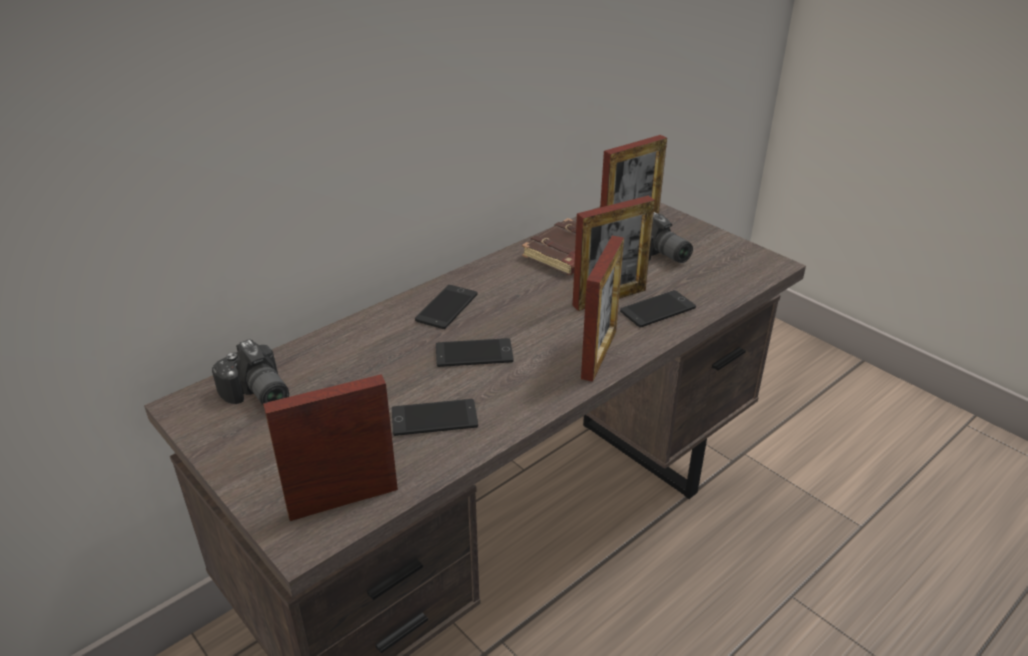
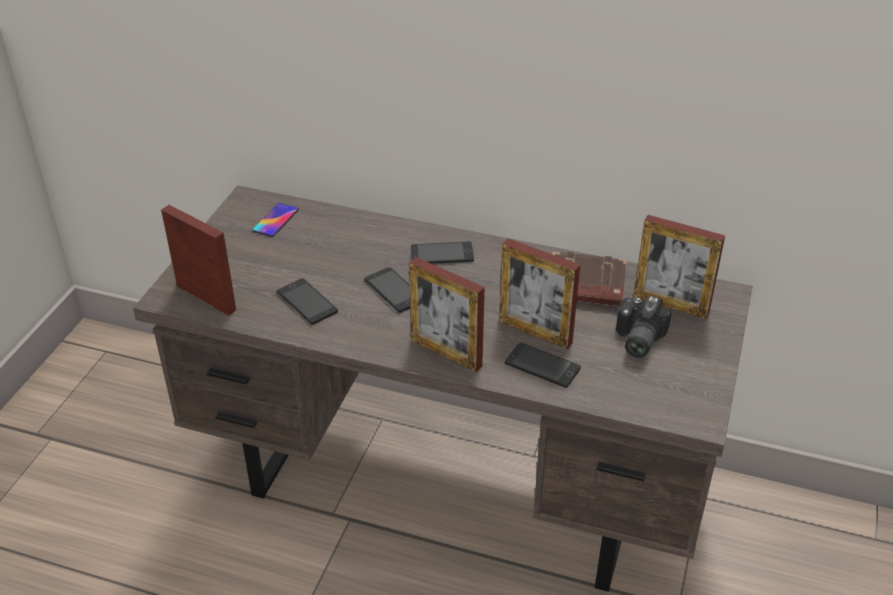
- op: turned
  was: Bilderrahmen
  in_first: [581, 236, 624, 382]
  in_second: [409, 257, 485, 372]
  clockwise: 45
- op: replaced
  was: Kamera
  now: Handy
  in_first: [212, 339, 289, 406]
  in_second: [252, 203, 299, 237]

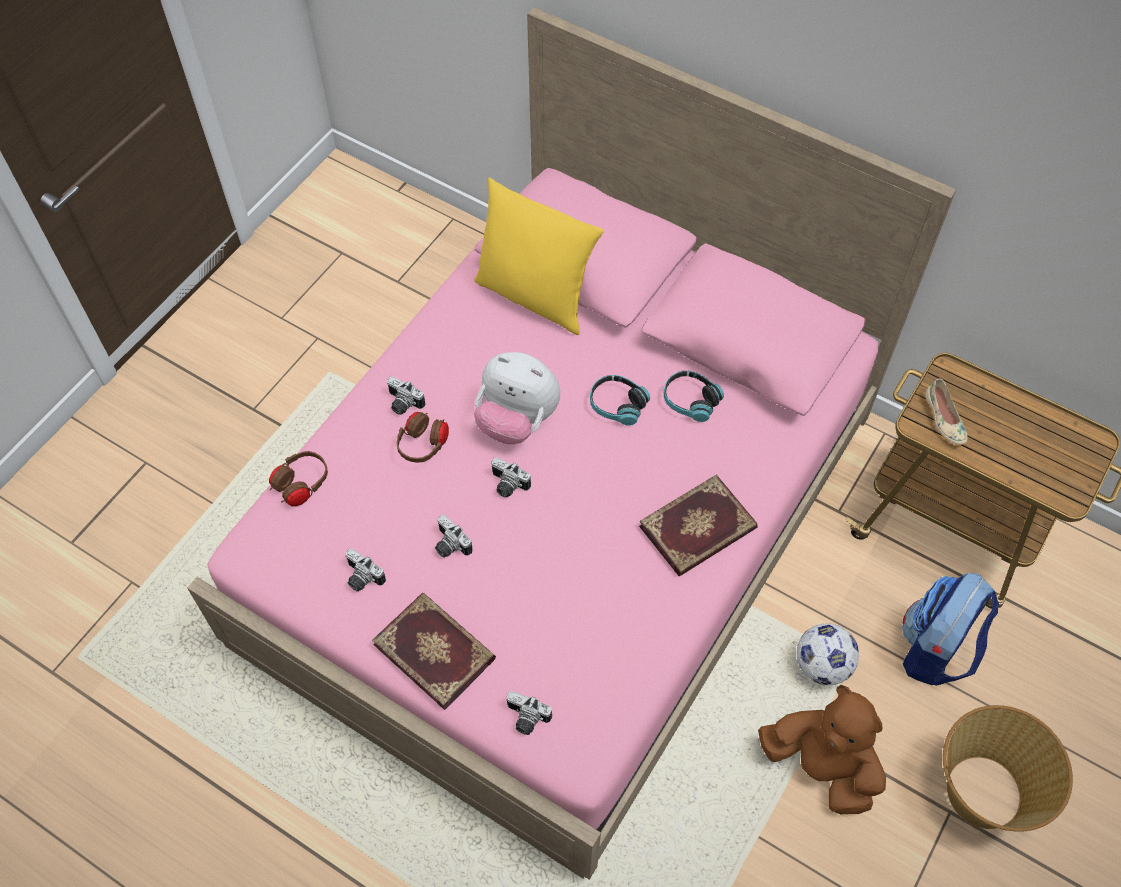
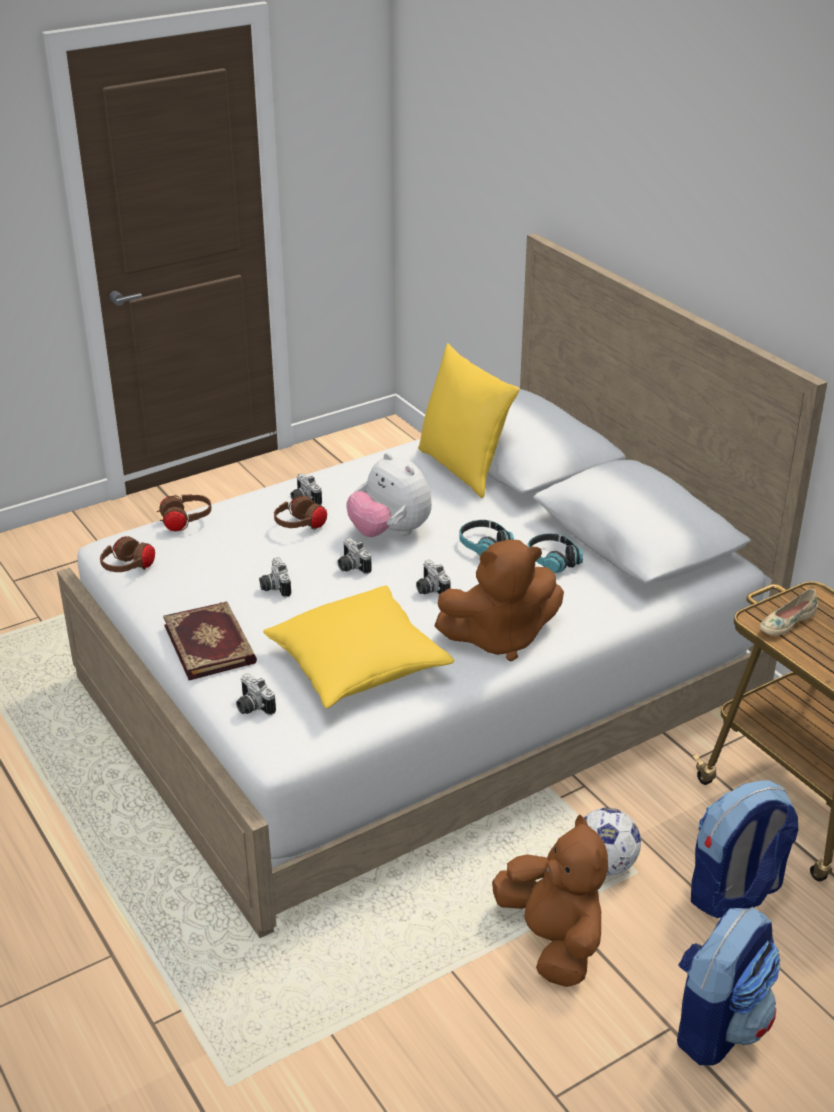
- op: recoloured
  was: Bett (rosa)
  now: Bett (weiß)
  in_first: [187, 7, 956, 880]
  in_second: [57, 233, 827, 938]
- op: turned
  was: Schuh (beige)
  in_first: [925, 379, 967, 445]
  in_second: [760, 589, 818, 636]
  clockwise: 45
- op: replaced
  was: Buch
  now: Plüschtier (braun)
  in_first: [639, 474, 758, 577]
  in_second: [434, 540, 564, 662]
- op: moved
  was: Kamera
  in_first: [345, 548, 386, 592]
  in_second: [416, 560, 451, 594]
- op: replaced
  was: Korb
  now: Rucksack
  in_first: [943, 705, 1073, 832]
  in_second: [677, 907, 780, 1066]
- op: added
  now: Kopfhörer (braun)
  in_second: [100, 536, 155, 572]
- op: added
  now: Kissen (gelb)
  in_second: [263, 586, 455, 708]

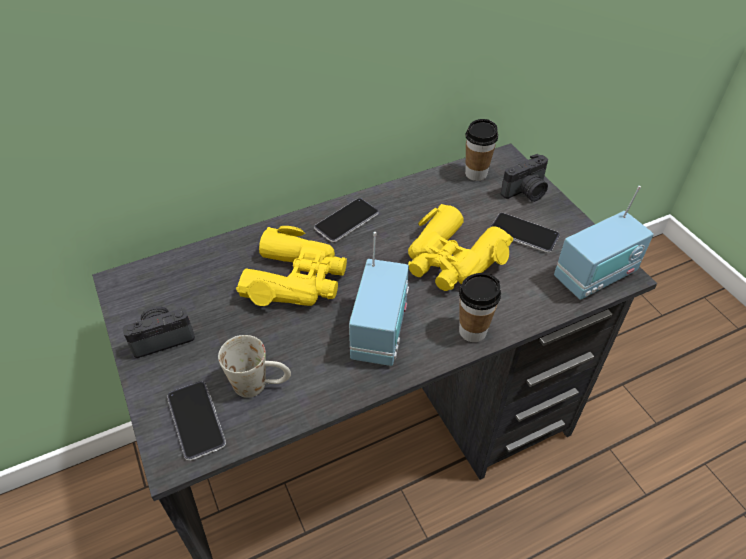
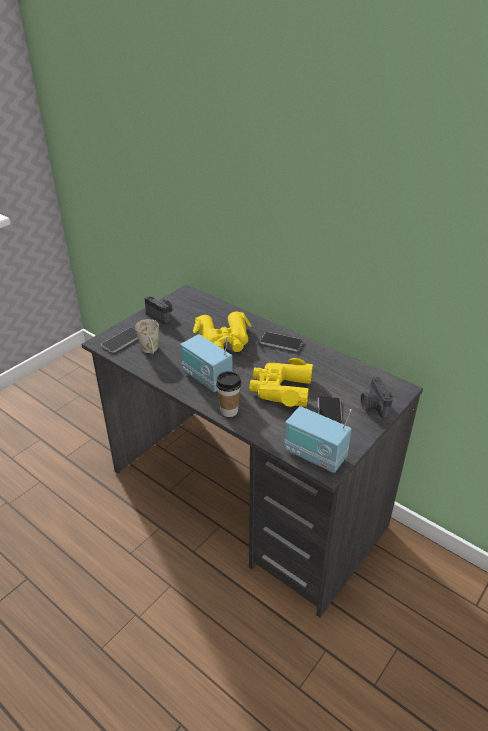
- op: removed
  was: Tasse
  in_first: [465, 119, 498, 181]
- op: turned
  was: Kamera
  in_first: [501, 154, 548, 202]
  in_second: [361, 377, 393, 419]
  clockwise: 45
- op: turned
  was: Radio
  in_first: [349, 232, 409, 366]
  in_second: [180, 334, 233, 392]
  clockwise: 60

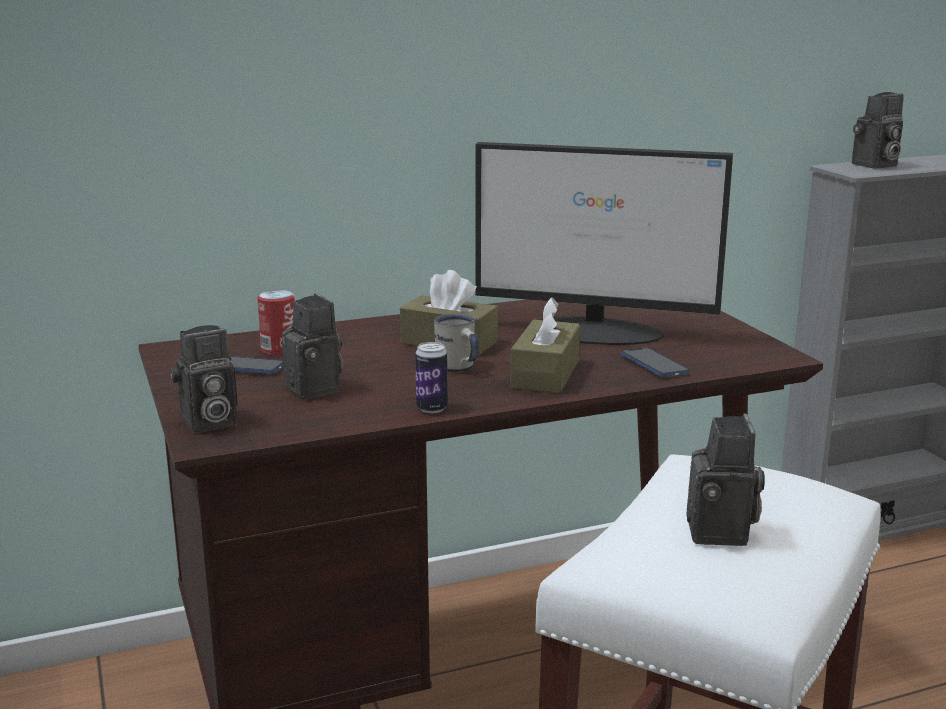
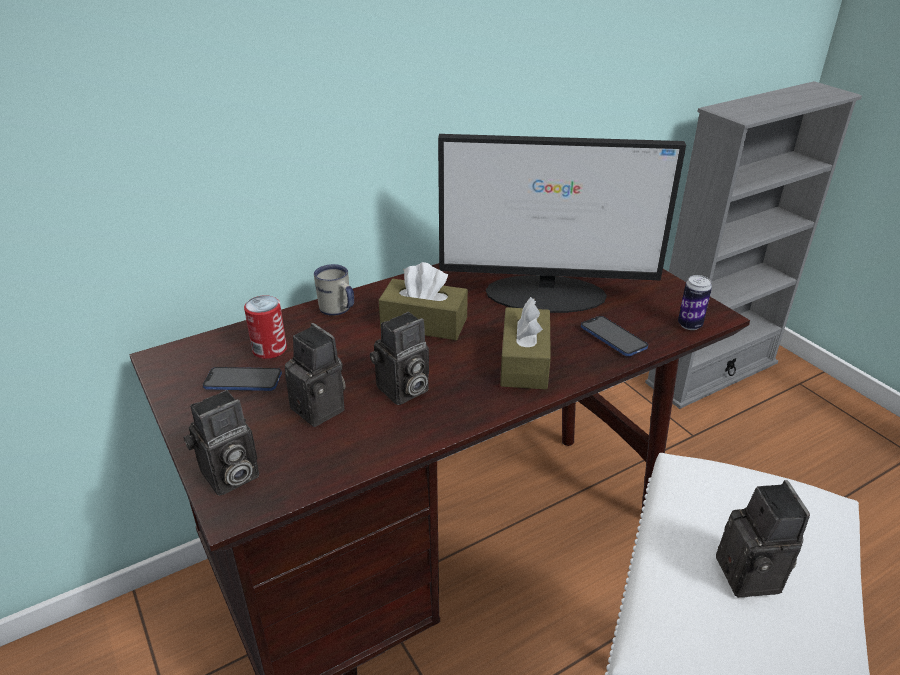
- op: moved
  was: Kamera
  in_first: [852, 92, 904, 169]
  in_second: [370, 312, 429, 405]
- op: moved
  was: Henkelbecher (weiß)
  in_first: [434, 314, 479, 372]
  in_second: [314, 264, 354, 316]
- op: moved
  was: Dose
  in_first: [415, 342, 448, 413]
  in_second: [678, 275, 712, 330]

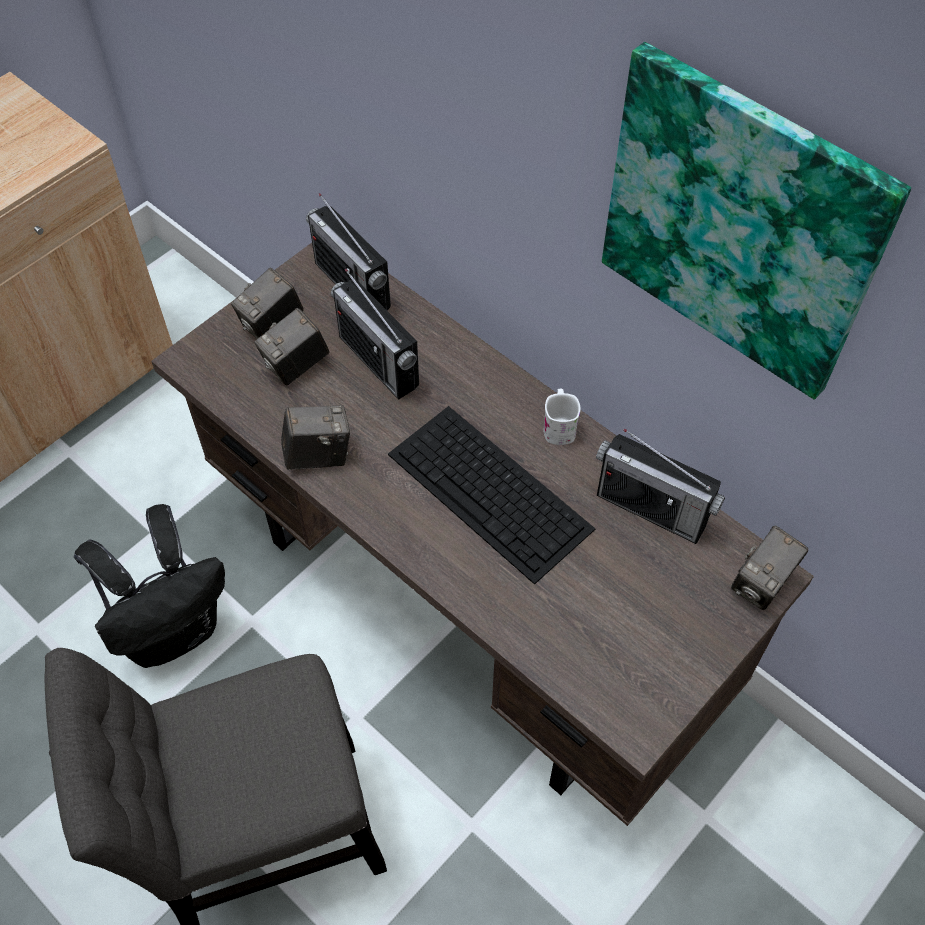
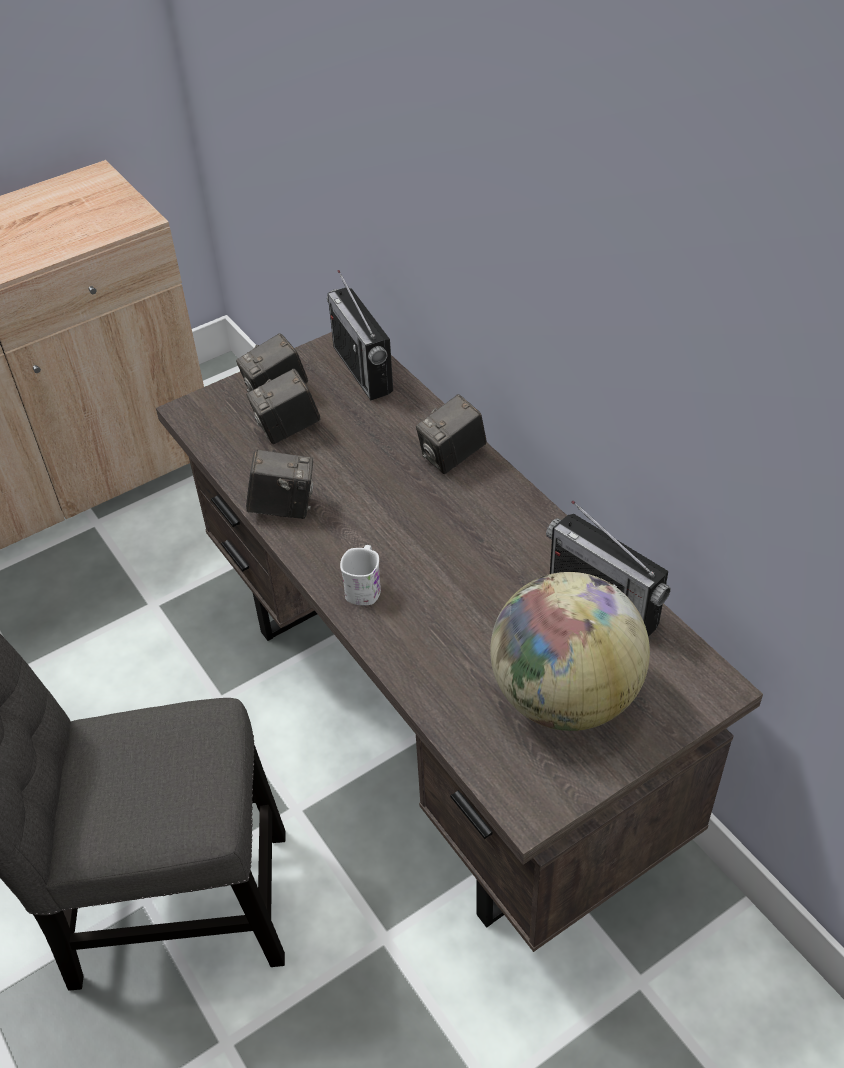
- op: removed
  was: Bild
  in_first: [602, 42, 911, 400]
- op: removed
  was: Radio
  in_first: [331, 269, 419, 400]
- op: moved
  was: Henkelbecher (weiß)
  in_first: [543, 389, 581, 445]
  in_second: [340, 545, 381, 606]
- op: removed
  was: Tastatur
  in_first: [388, 406, 596, 585]
- op: removed
  was: Rucksack (schwarz)
  in_first: [74, 504, 225, 668]
- op: moved
  was: Kamera
  in_first: [731, 526, 808, 610]
  in_second: [416, 394, 487, 474]
- op: added
  now: Globus
  in_second: [490, 572, 650, 731]

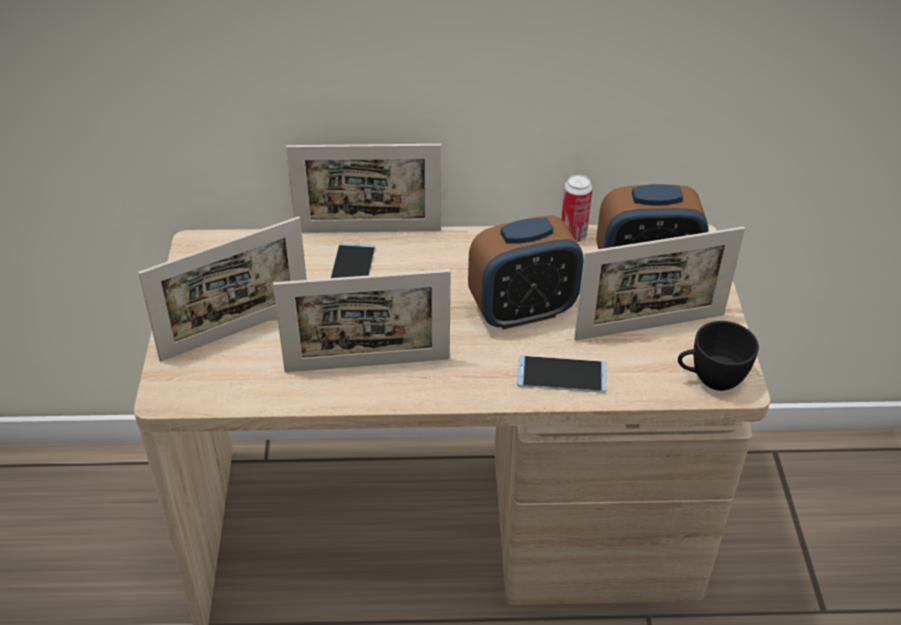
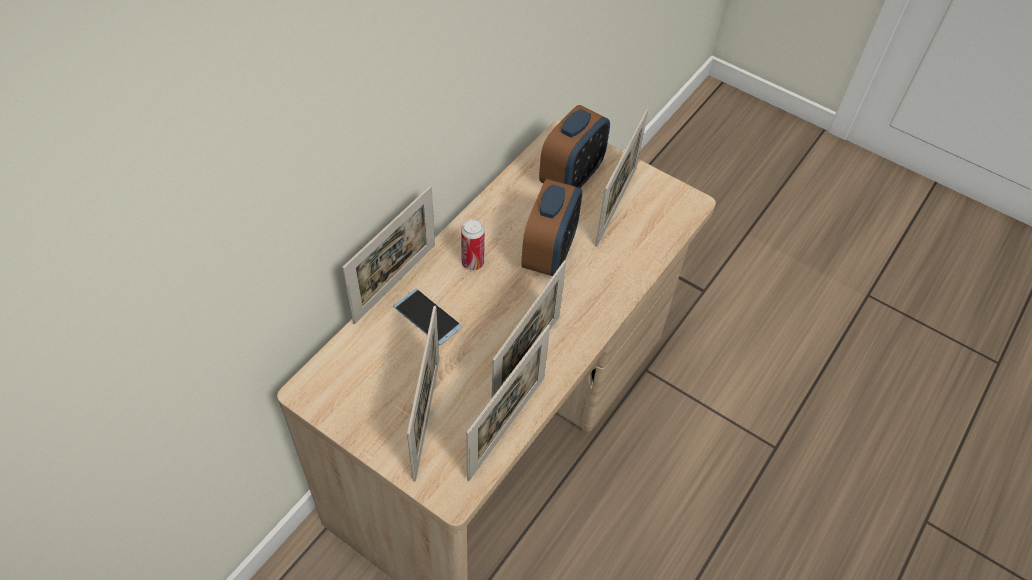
- op: moved
  was: Dose
  in_first: [561, 174, 592, 242]
  in_second: [461, 219, 485, 270]
- op: removed
  was: Tasse (schwarz)
  in_first: [678, 321, 759, 391]
- op: removed
  was: Handy
  in_first: [517, 356, 607, 393]
- op: added
  now: Bilderrahmen
  in_second: [466, 324, 550, 481]

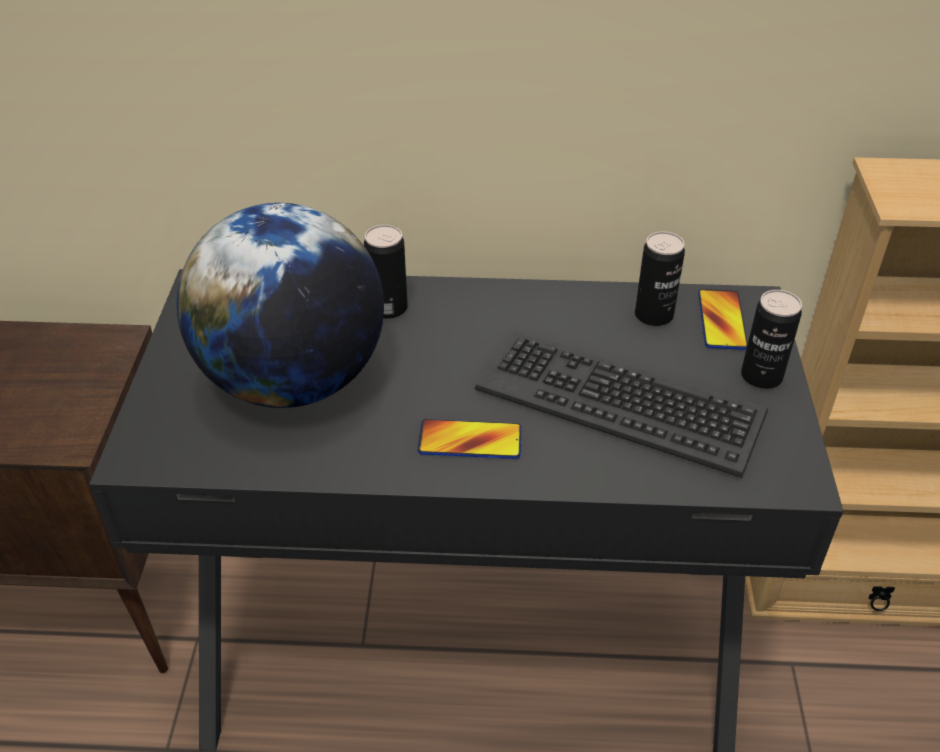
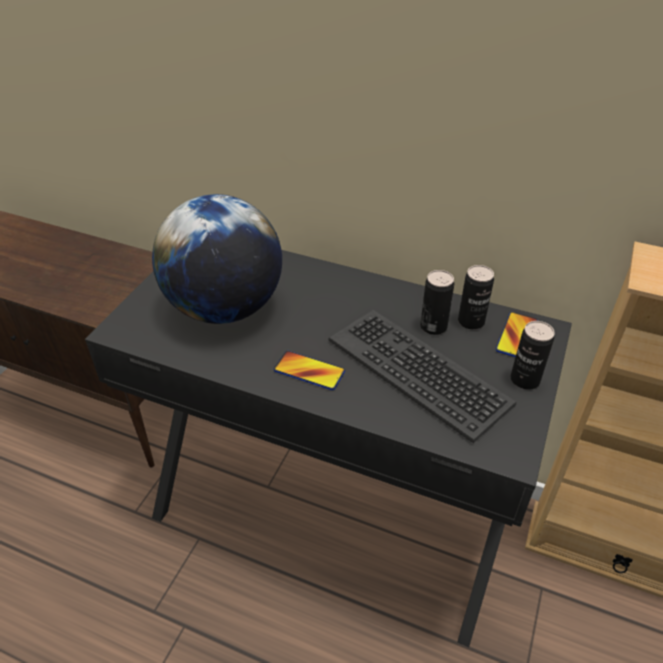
- op: moved
  was: Dose
  in_first: [364, 225, 408, 319]
  in_second: [420, 270, 454, 335]

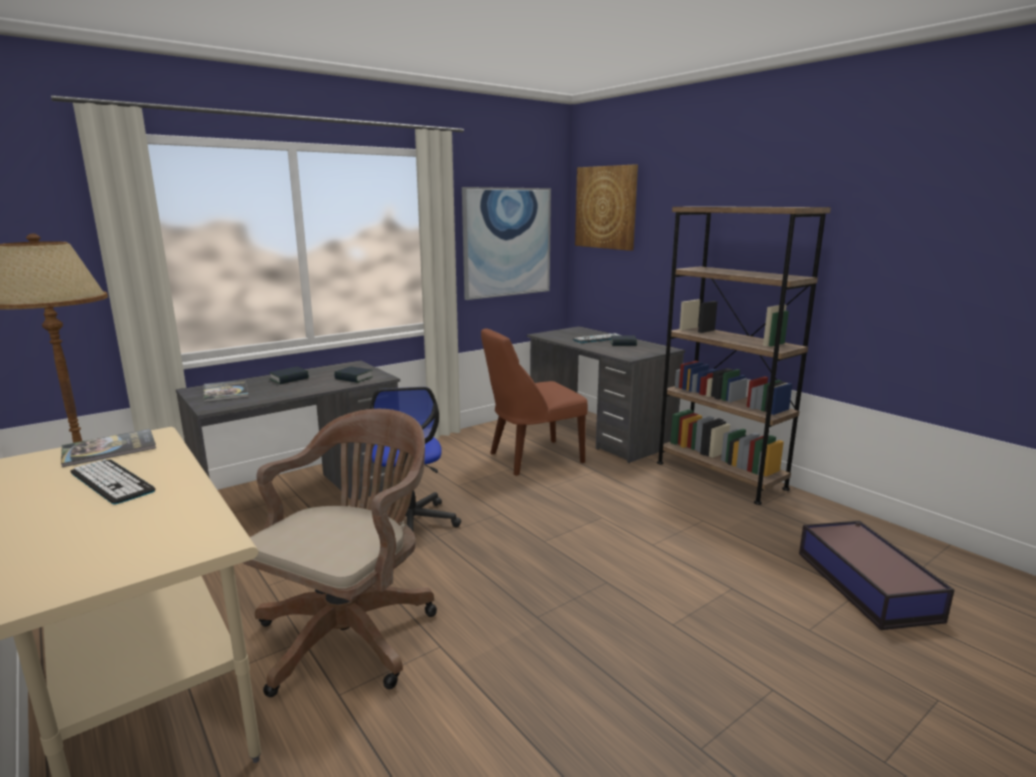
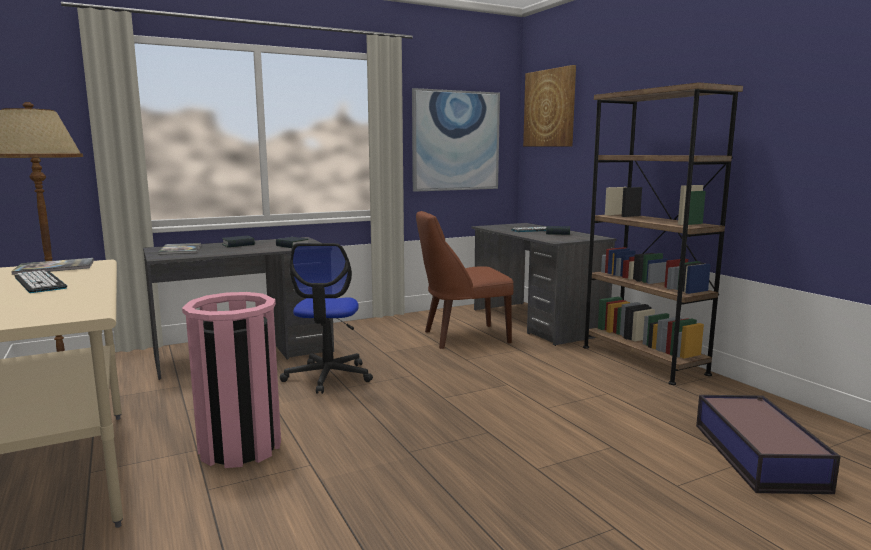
- op: replaced
  was: Bürostuhl (braun)
  now: Mülleimer (rosa)
  in_first: [243, 409, 437, 697]
  in_second: [182, 292, 281, 468]

